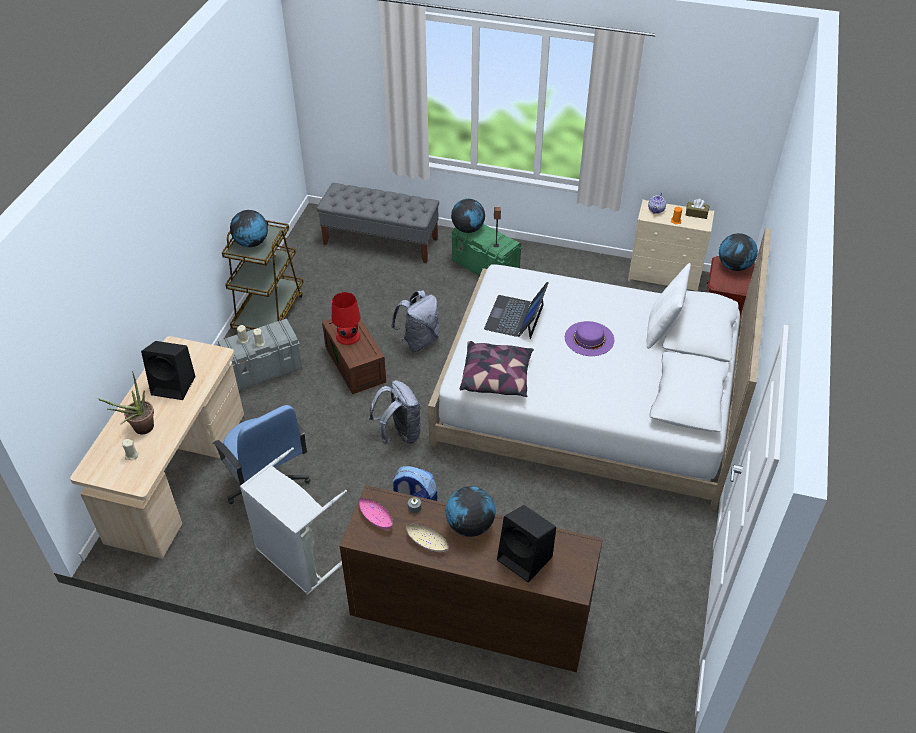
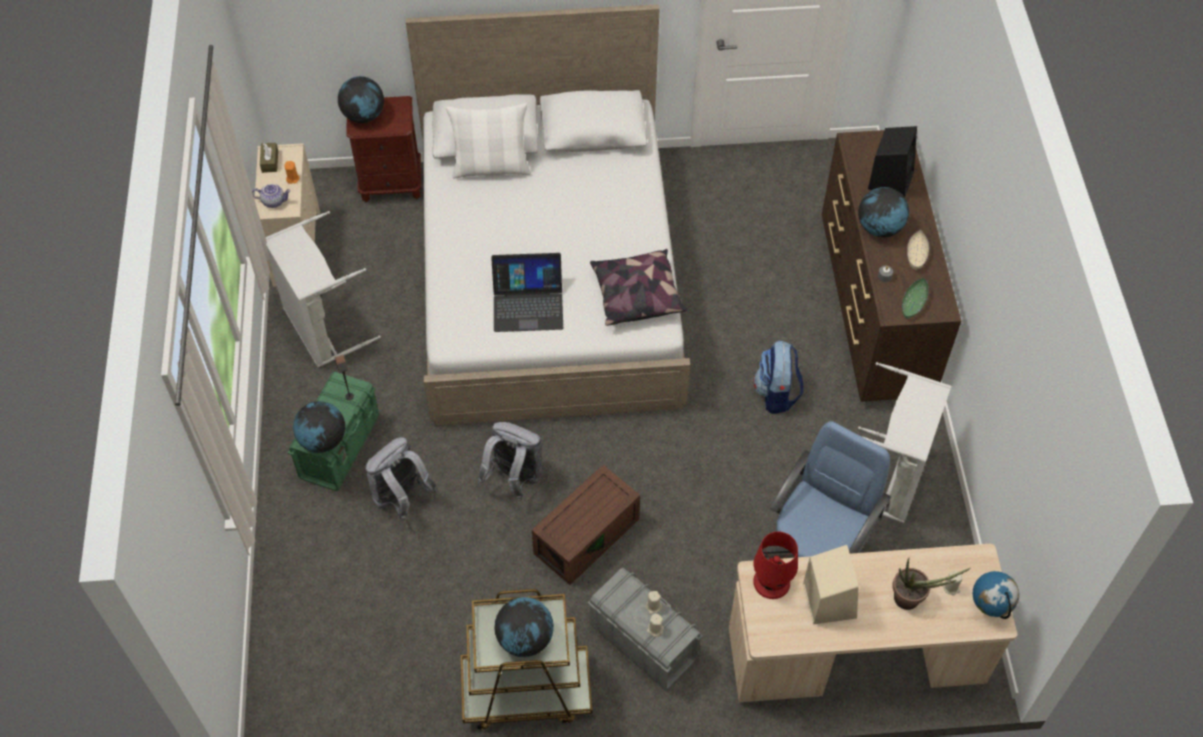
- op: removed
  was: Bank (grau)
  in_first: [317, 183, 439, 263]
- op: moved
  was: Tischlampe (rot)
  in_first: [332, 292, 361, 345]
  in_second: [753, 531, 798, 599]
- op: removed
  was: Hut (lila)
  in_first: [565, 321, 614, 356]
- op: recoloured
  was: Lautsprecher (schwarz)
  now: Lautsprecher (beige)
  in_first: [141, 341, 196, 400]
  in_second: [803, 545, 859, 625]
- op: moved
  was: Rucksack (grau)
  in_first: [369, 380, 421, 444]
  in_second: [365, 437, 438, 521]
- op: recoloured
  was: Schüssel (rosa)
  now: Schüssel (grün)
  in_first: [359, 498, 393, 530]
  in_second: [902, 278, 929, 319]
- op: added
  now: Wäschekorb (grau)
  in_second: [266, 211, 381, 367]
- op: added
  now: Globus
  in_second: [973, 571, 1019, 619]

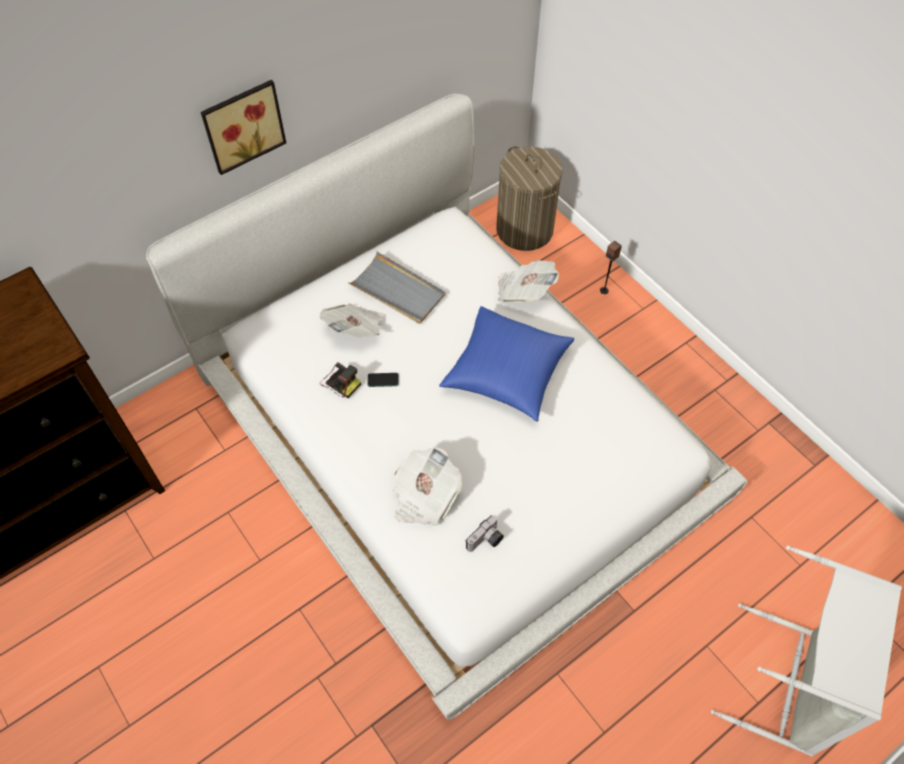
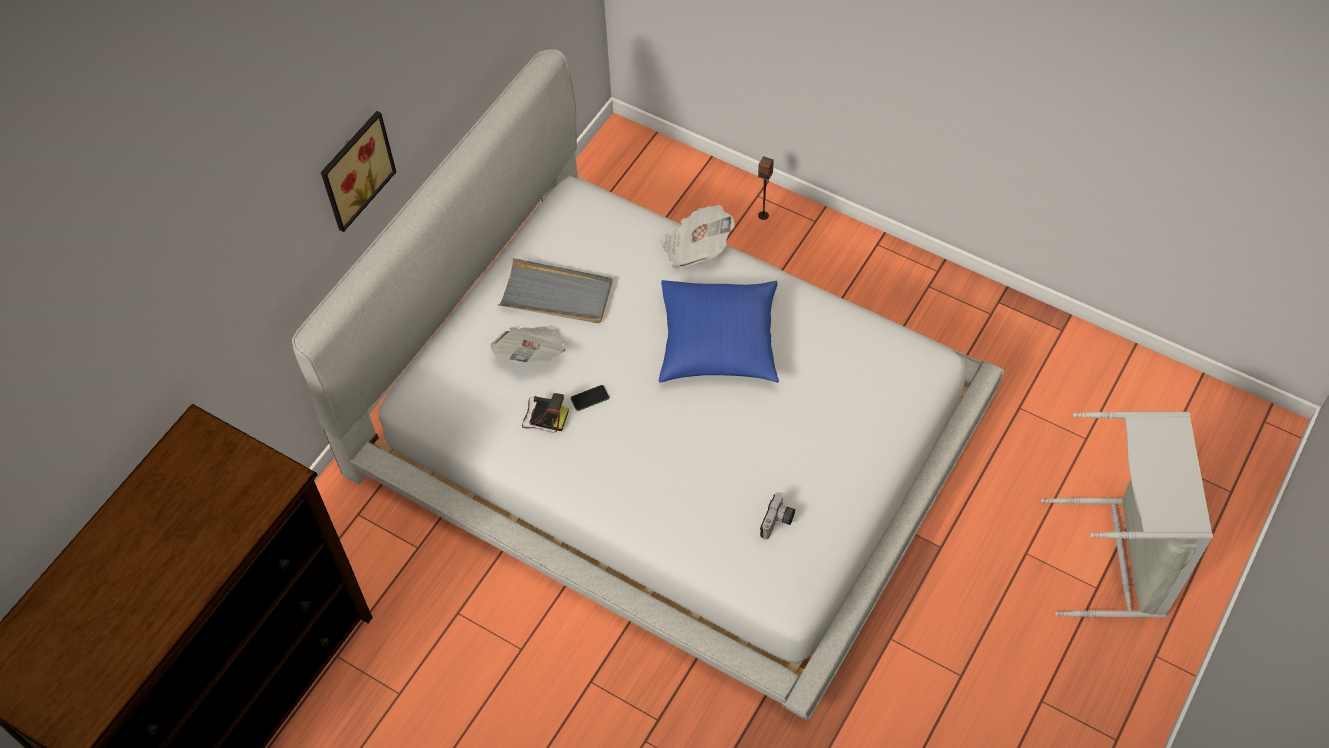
- op: removed
  was: Wäschekorb
  in_first: [496, 146, 563, 251]
- op: removed
  was: Zeitung
  in_first: [393, 447, 462, 526]

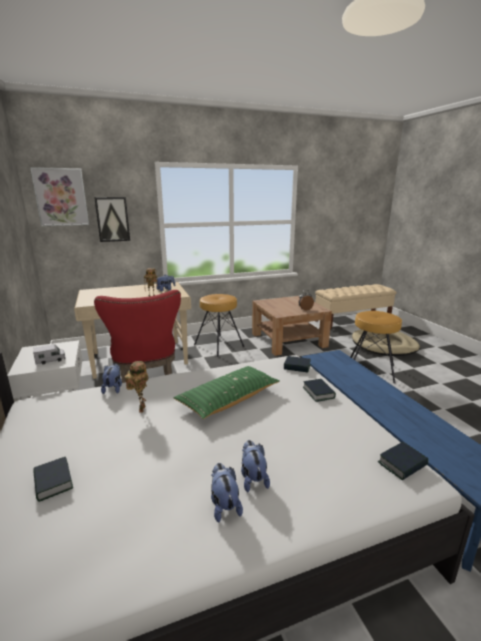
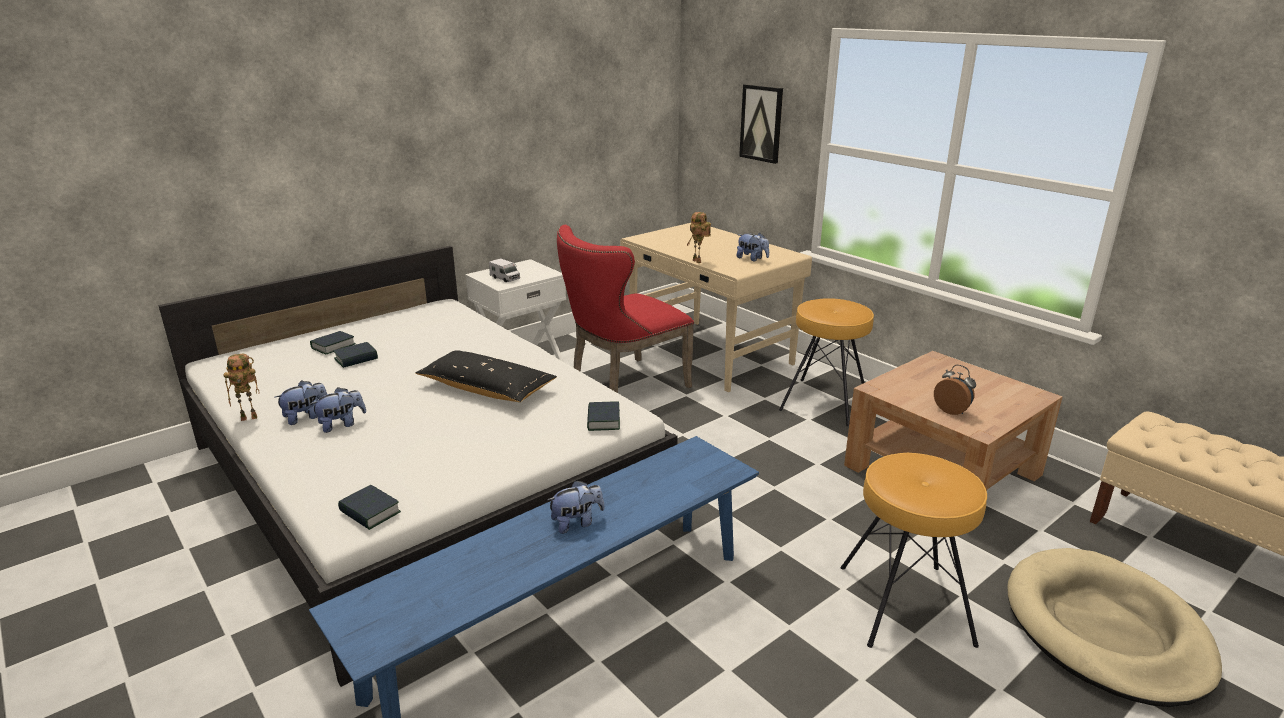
- op: removed
  was: Bild
  in_first: [30, 167, 89, 226]
- op: moved
  was: Spielzeugroboter
  in_first: [125, 361, 149, 413]
  in_second: [224, 354, 259, 421]
- op: moved
  was: Plüschtier
  in_first: [101, 363, 122, 394]
  in_second: [547, 480, 605, 534]
- op: recoloured
  was: Kissen (grün)
  now: Kissen (schwarz)
  in_first: [174, 366, 280, 419]
  in_second: [415, 350, 557, 402]
- op: moved
  was: Buch
  in_first: [303, 379, 336, 402]
  in_second: [334, 342, 378, 368]

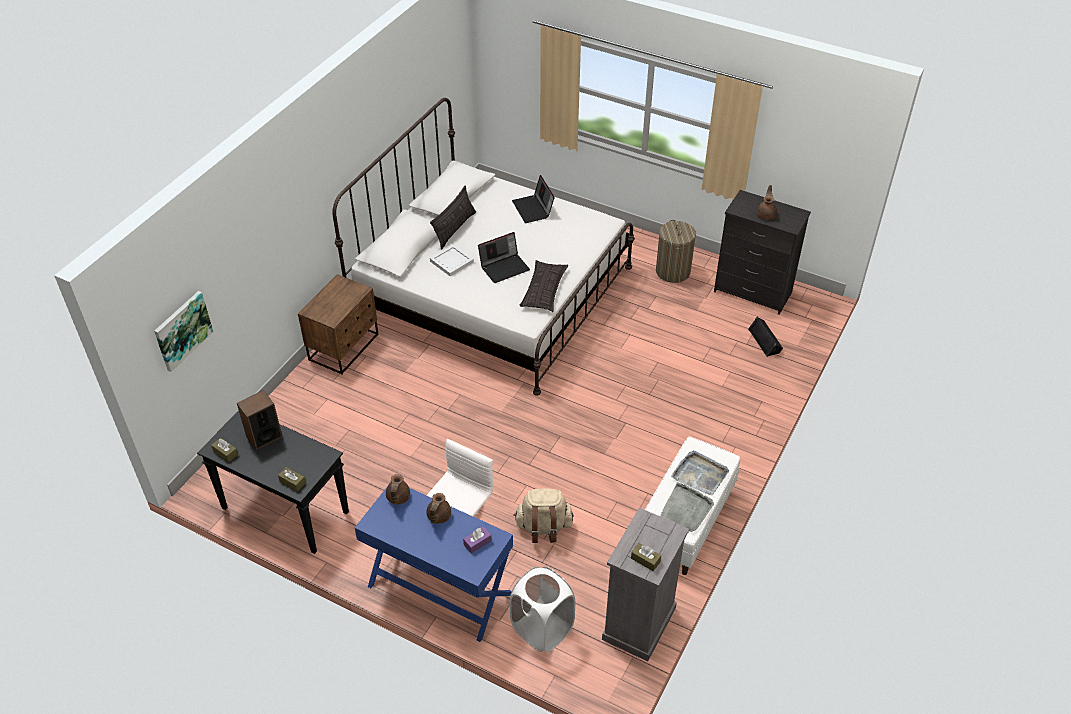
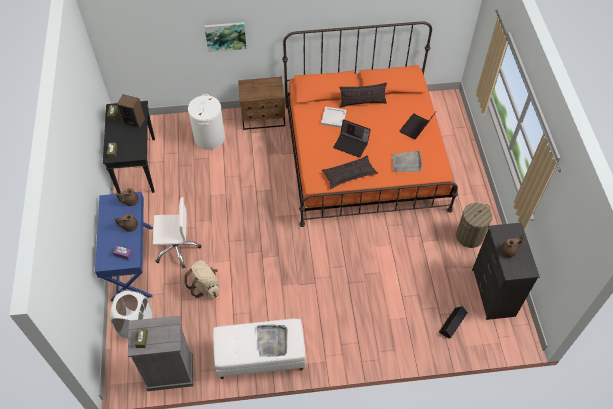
- op: recoloured
  was: Bett (weiß)
  now: Bett (orange)
  in_first: [332, 98, 635, 396]
  in_second: [282, 21, 458, 227]
- op: moved
  was: Bild
  in_first: [154, 291, 213, 372]
  in_second: [204, 22, 247, 52]
- op: moved
  was: Tablett (grau)
  in_first: [660, 482, 714, 532]
  in_second: [392, 150, 422, 172]
- op: added
  now: Wäschekorb (weiß)
  in_second: [188, 94, 225, 149]

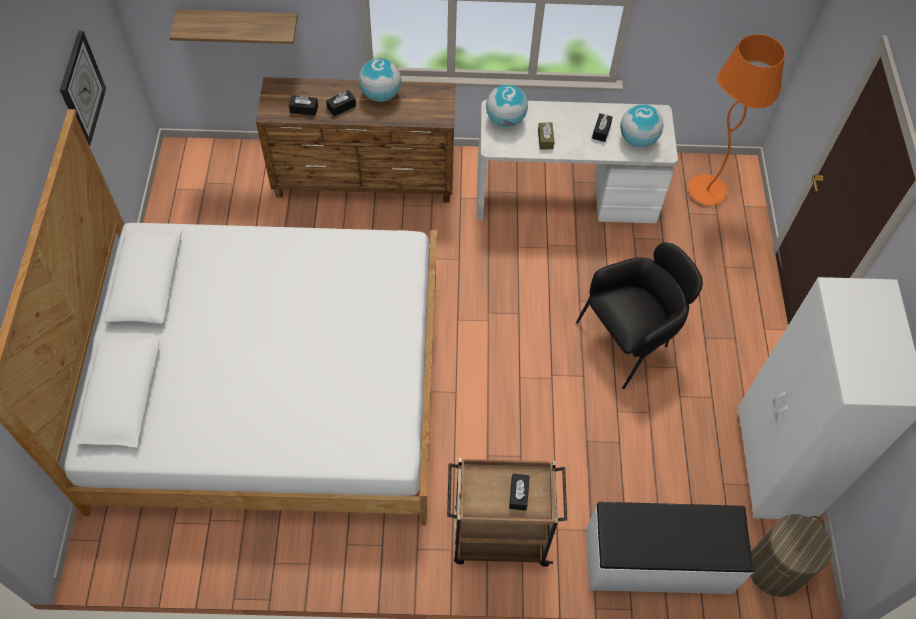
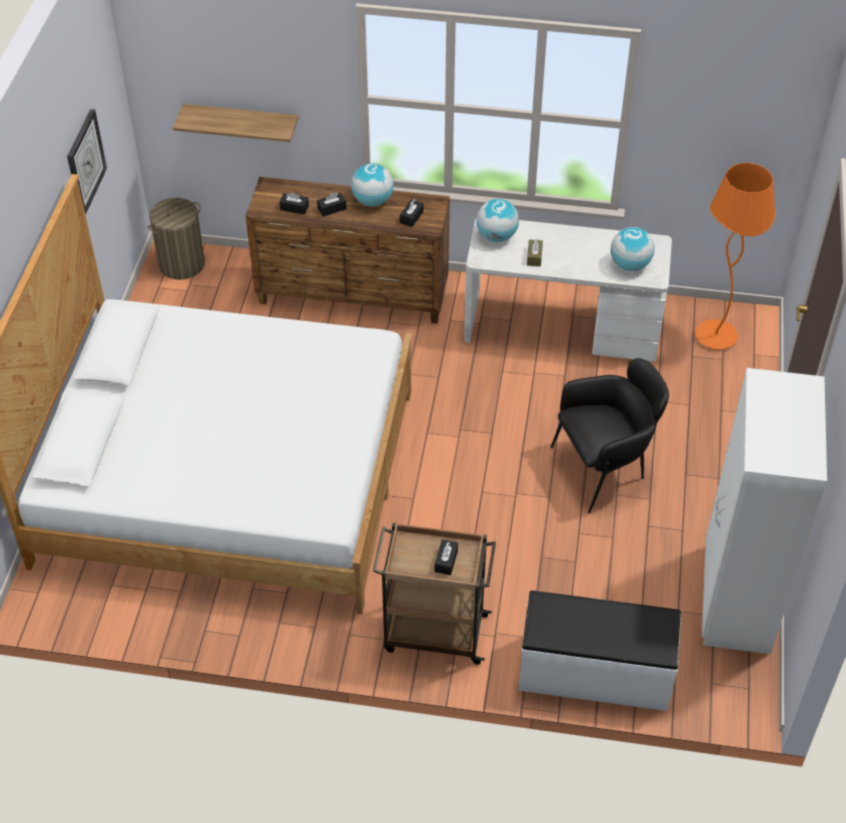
- op: moved
  was: Taschentuchbox (schwarz)
  in_first: [592, 113, 613, 142]
  in_second: [400, 199, 424, 227]
- op: moved
  was: Wäschekorb
  in_first: [750, 514, 832, 597]
  in_second: [148, 198, 205, 280]

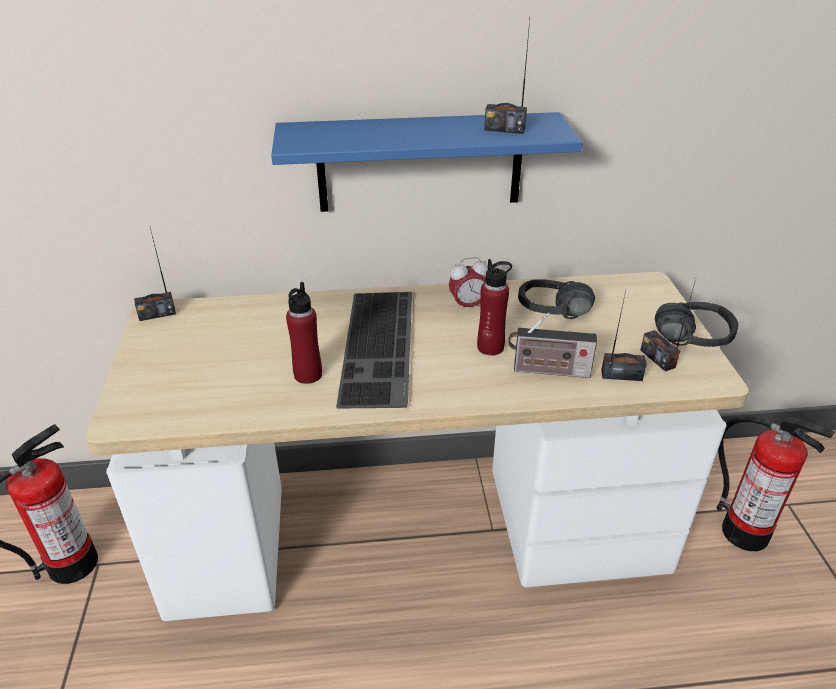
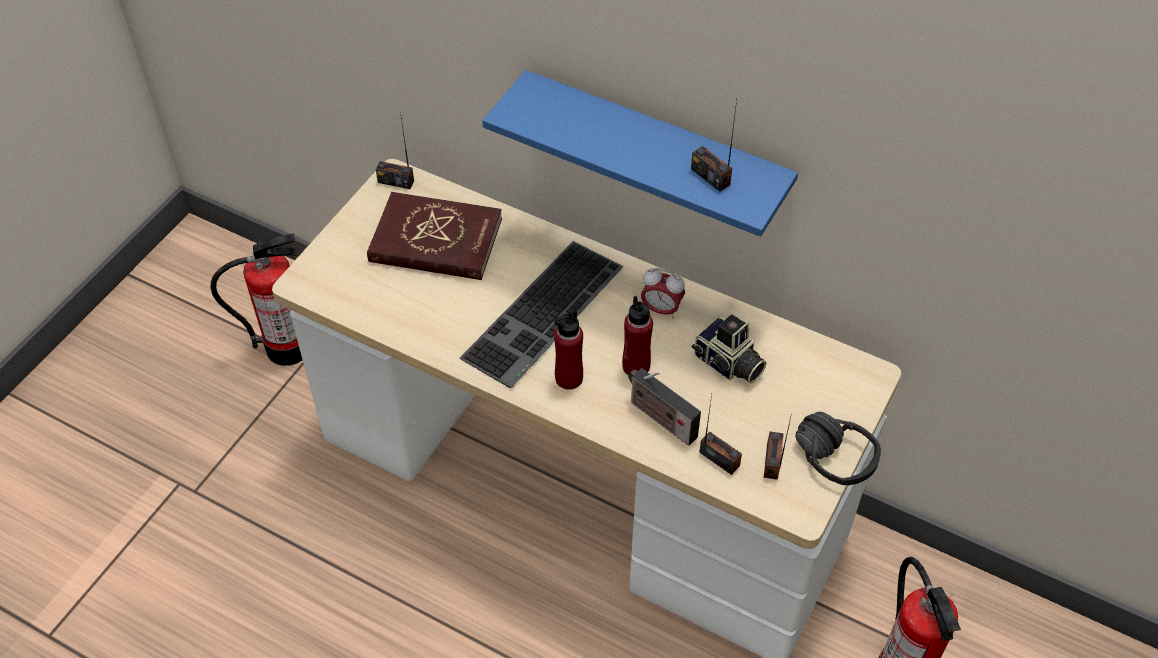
- op: replaced
  was: Kopfhörer (schwarz)
  now: Kamera
  in_first: [518, 279, 595, 319]
  in_second: [692, 314, 766, 383]
- op: moved
  was: Flasche (rot)
  in_first: [286, 282, 322, 384]
  in_second: [554, 309, 583, 390]
- op: added
  now: Buch (rot)
  in_second: [367, 192, 502, 280]

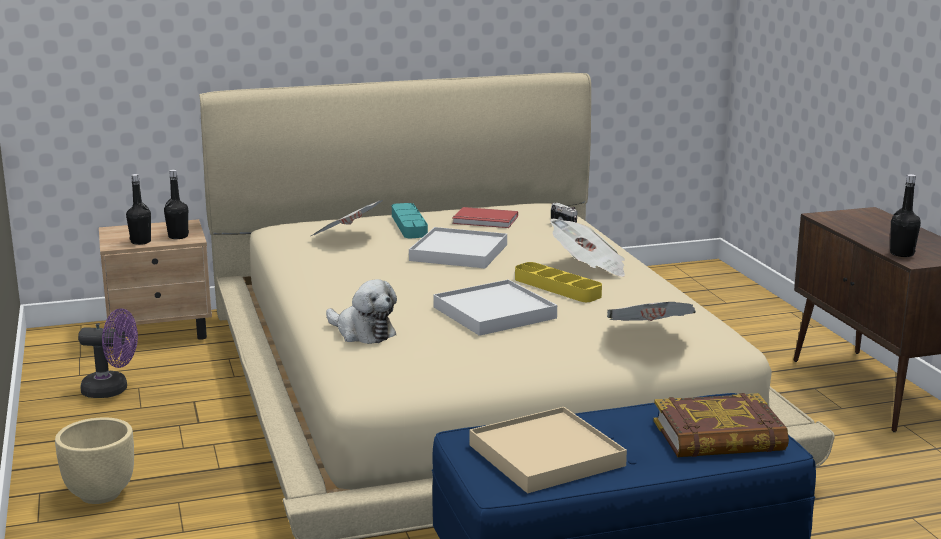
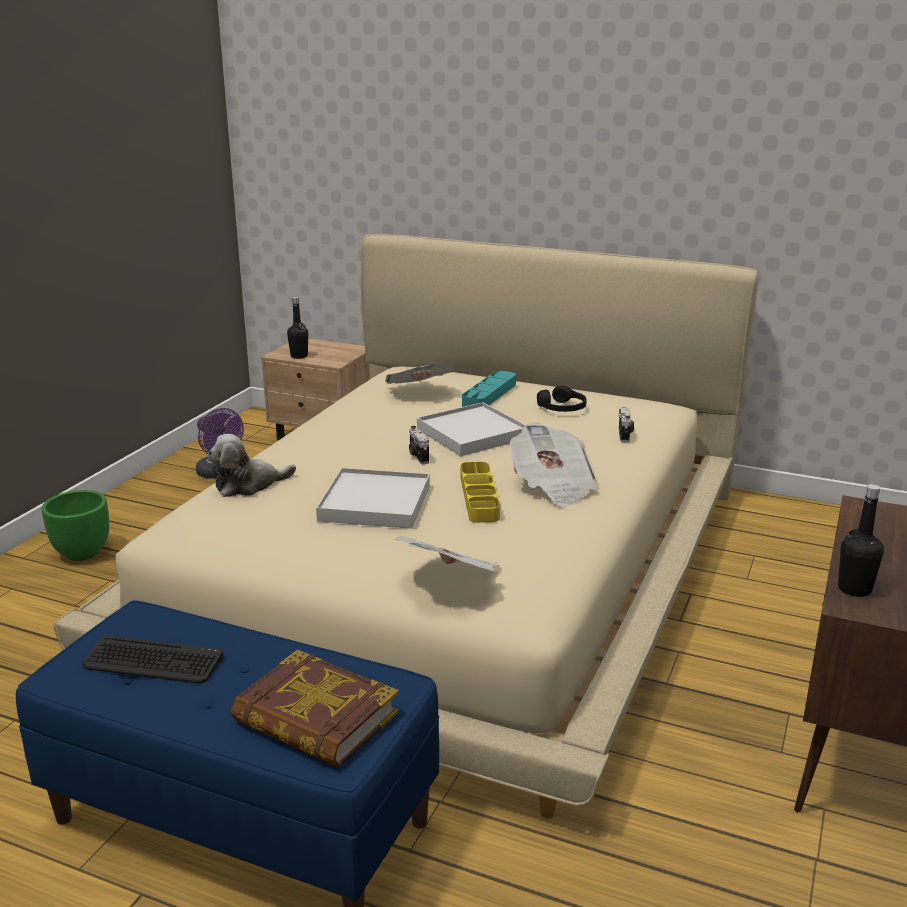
- op: removed
  was: Flasche (schwarz)
  in_first: [164, 170, 189, 239]
- op: replaced
  was: Buch (rot)
  now: Kopfhörer (schwarz)
  in_first: [452, 207, 518, 228]
  in_second: [537, 386, 587, 412]
- op: turned
  was: Plüschtier
  in_first: [326, 279, 397, 344]
  in_second: [208, 434, 296, 497]
  clockwise: 75
- op: replaced
  was: Tablett (beige)
  now: Tastatur
  in_first: [470, 407, 627, 493]
  in_second: [83, 635, 224, 683]
- op: recoloured
  was: Pflanzkübel (beige)
  now: Pflanzkübel (grün)
  in_first: [55, 417, 134, 504]
  in_second: [42, 490, 109, 561]
- op: added
  now: Kamera
  in_second: [409, 426, 429, 464]

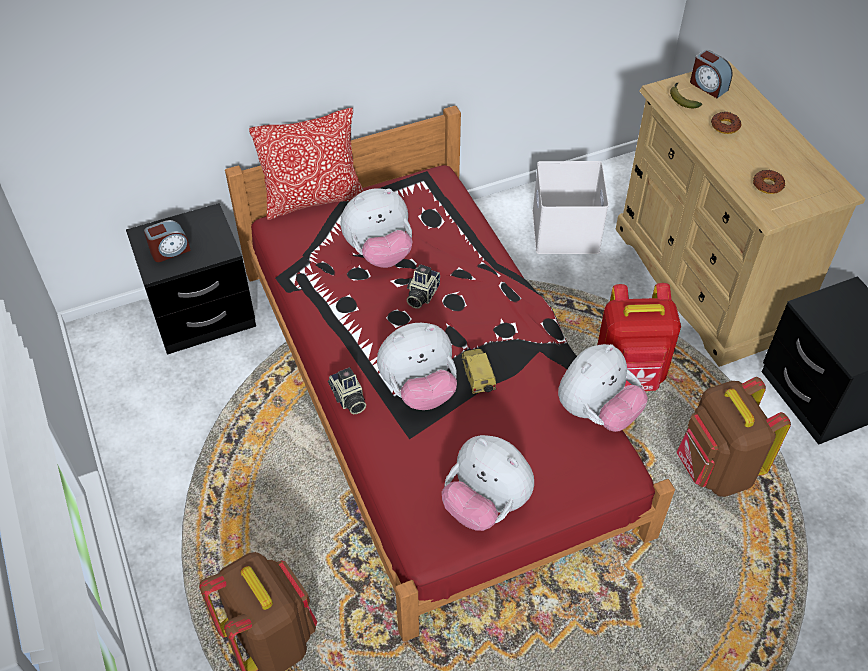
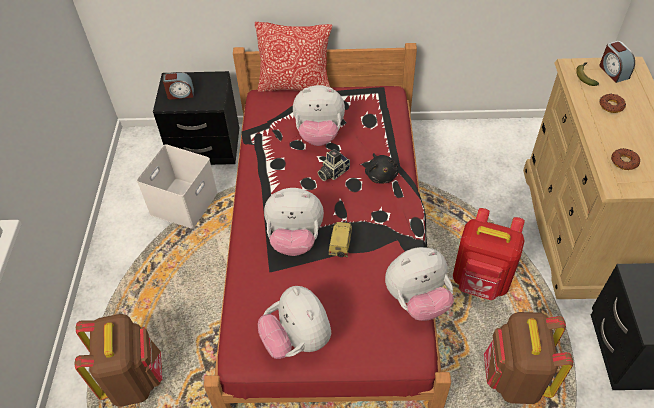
- op: moved
  was: Aufbewahrungsbox (weiß)
  in_first: [532, 161, 609, 254]
  in_second: [137, 144, 218, 229]
- op: removed
  was: Kamera
  in_first: [328, 367, 366, 414]
- op: added
  now: Plüschtier (schwarz)
  in_second: [365, 153, 398, 184]

